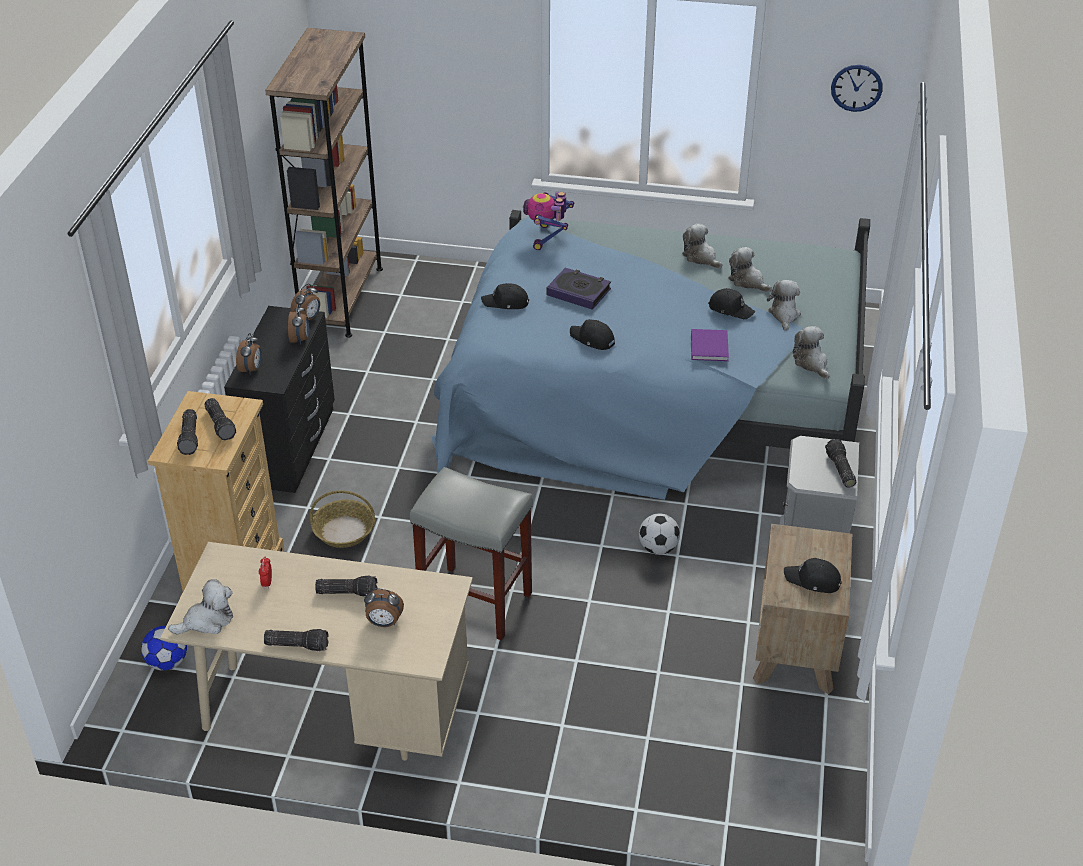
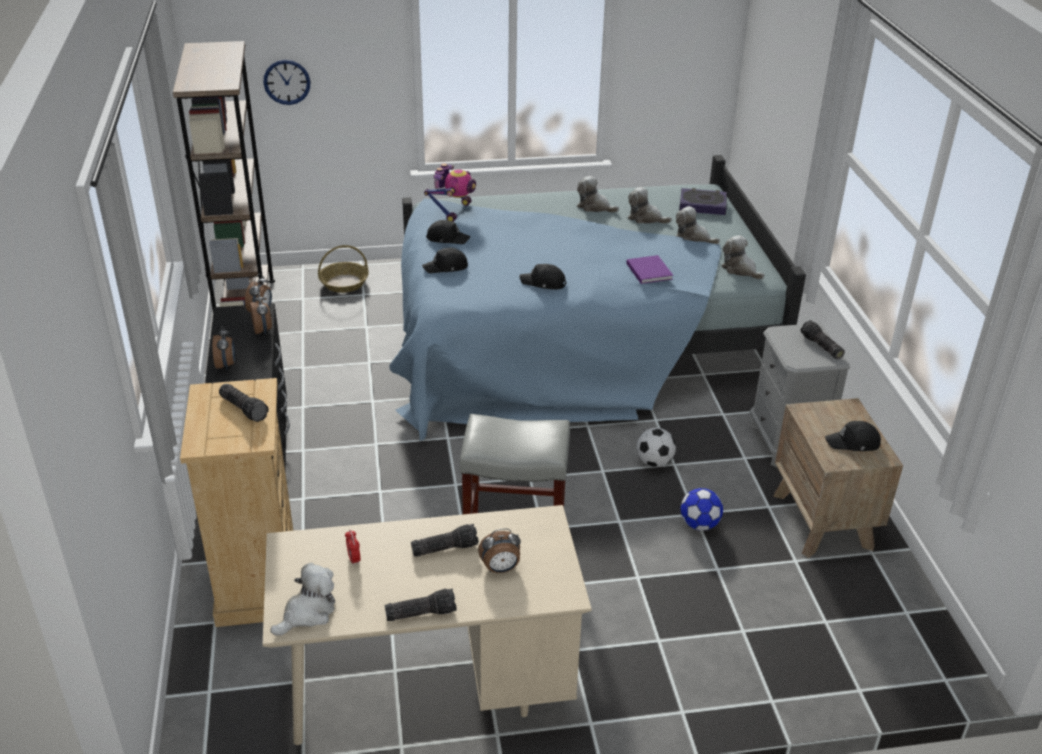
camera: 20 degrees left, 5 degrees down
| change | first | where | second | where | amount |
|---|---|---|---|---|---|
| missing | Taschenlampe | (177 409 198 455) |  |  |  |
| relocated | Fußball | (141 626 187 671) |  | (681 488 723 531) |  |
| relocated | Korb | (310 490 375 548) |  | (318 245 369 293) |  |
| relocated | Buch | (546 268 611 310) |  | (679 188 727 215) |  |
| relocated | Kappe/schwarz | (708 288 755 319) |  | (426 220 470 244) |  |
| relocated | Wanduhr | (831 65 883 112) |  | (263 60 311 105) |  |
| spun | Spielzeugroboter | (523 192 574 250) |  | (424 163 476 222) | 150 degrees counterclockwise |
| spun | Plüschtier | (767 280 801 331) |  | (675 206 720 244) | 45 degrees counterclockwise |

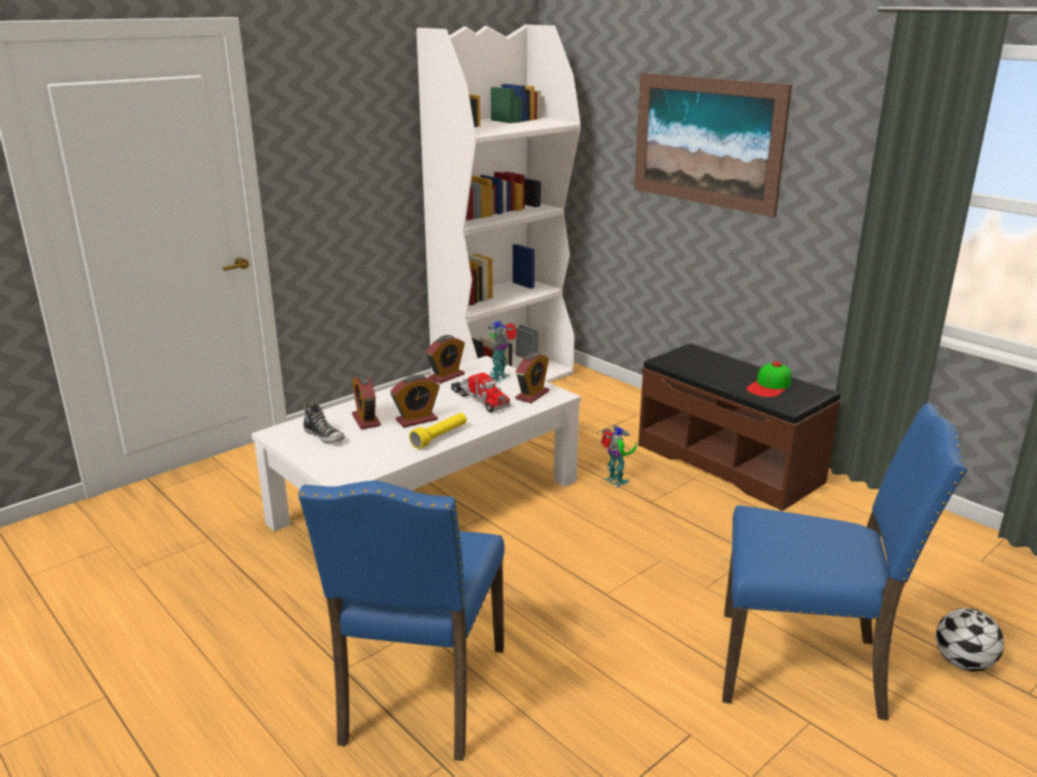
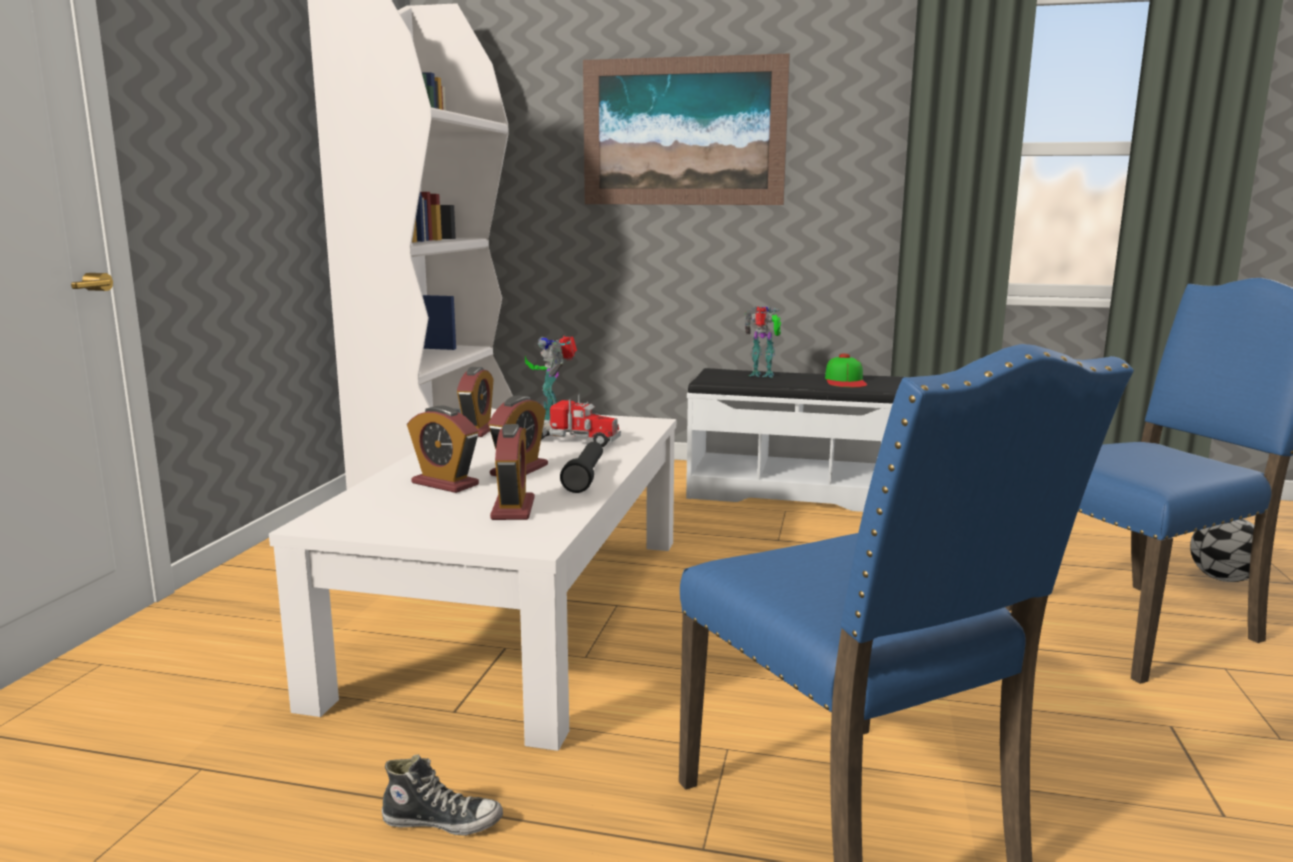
camera: 35 degrees left, 10 degrees down
| change | first | where | second | where | amount |
|---|---|---|---|---|---|
| relocated | Schuh | (303 402 345 443) |  | (382 754 503 836) |  |
| relocated | Wecker | (515 352 549 403) |  | (490 424 534 520) |  |
| relocated | Spielzeugroboter | (601 425 637 488) |  | (745 306 781 378) |  |
| colour | Taschenlampe/gelb | (409 413 467 449) | Taschenlampe/schwarz | (560 442 603 493) |  |
| colour | Bank/braun | (638 343 841 511) | Bank/weiß | (686 368 904 512) |  |

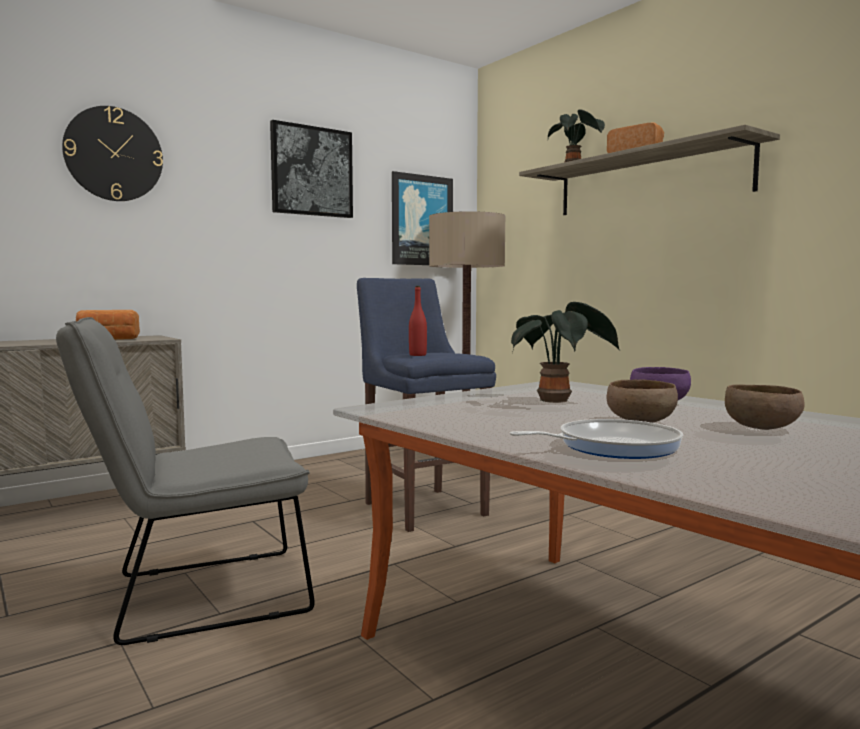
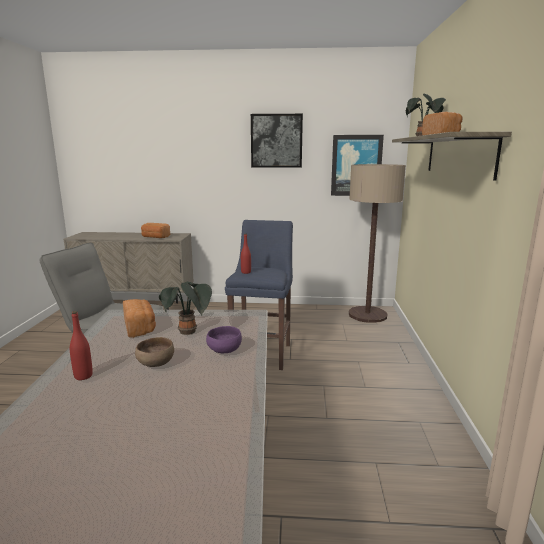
camera: 40 degrees right, 10 degrees up
| change | first | where | second | where | amount |
|---|---|---|---|---|---|
| missing | Wanduhr | (62 106 163 201) |  |  |  |
| missing | Schüssel/braun | (725 384 805 430) |  |  |  |
| appeared |  |  | Brot | (123 299 156 338) |  |
| exchanged | Pfanne | (510 419 683 459) | Flasche/rot | (70 311 93 380) |  |

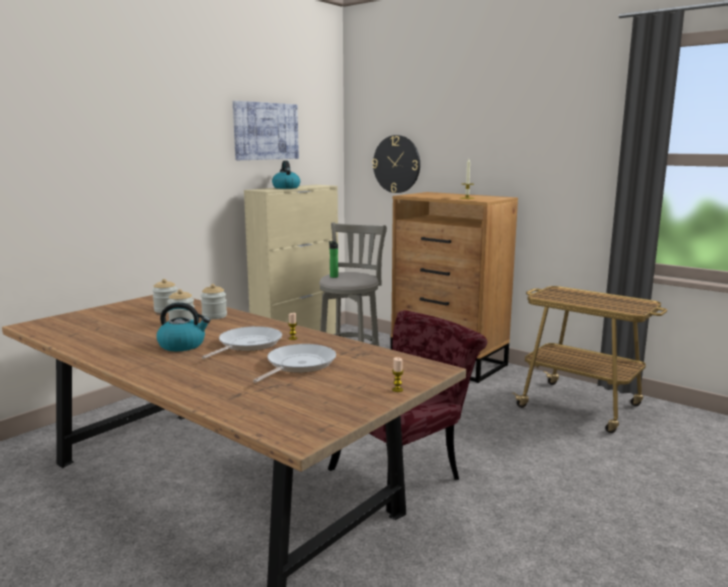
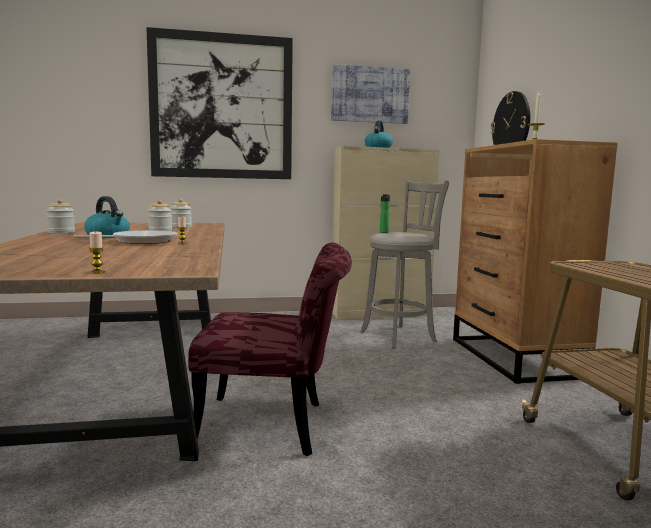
camera: 40 degrees right, 5 degrees down
| change | first | where | second | where | amount |
|---|---|---|---|---|---|
| missing | Pfanne | (253 344 336 383) |  |  |  |
| appeared |  |  | Bild | (146 27 293 179) |  |
| relocated | Vorratsglas | (201 284 227 319) |  | (46 199 75 233) |  |

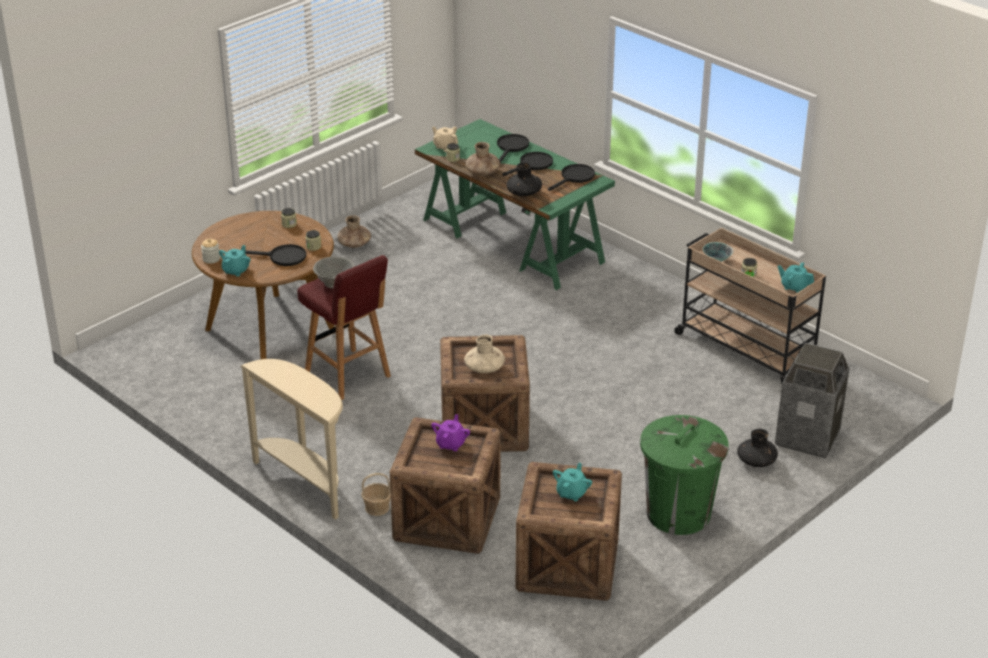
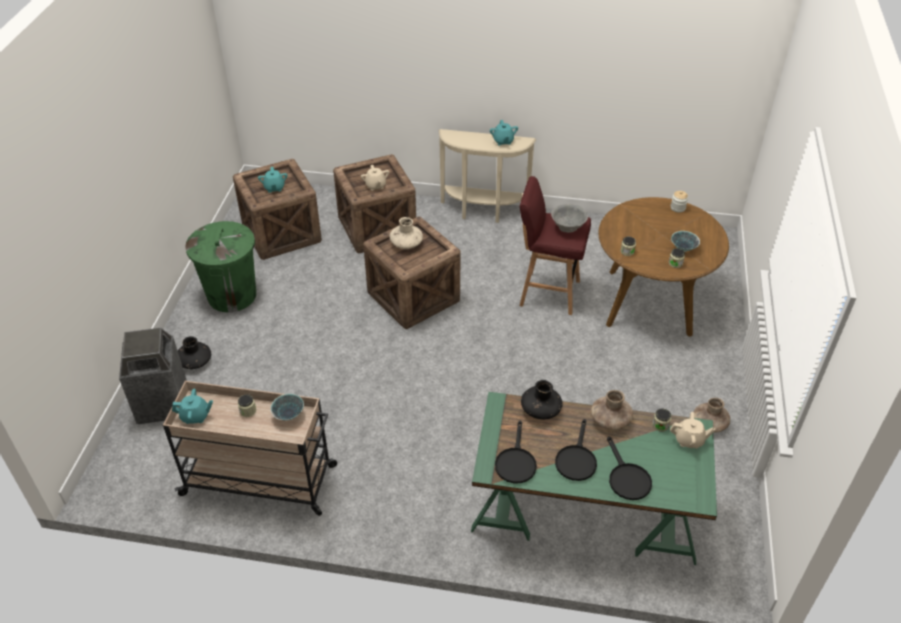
camera: 145 degrees right, 10 degrees up
| change | first | where | second | where | amount |
|---|---|---|---|---|---|
| missing | Pfanne/schwarz | (245 244 306 266) |  |  |  |
| missing | Korb | (362 473 391 516) |  |  |  |
| appeared |  |  | Schüssel | (671 231 700 252) |  |
| relocated | Teekanne/türkis | (219 245 250 277) |  | (490 120 518 145) |  |
| colour | Teekanne/lila | (431 414 470 451) | Teekanne/beige | (361 165 389 191) |  |

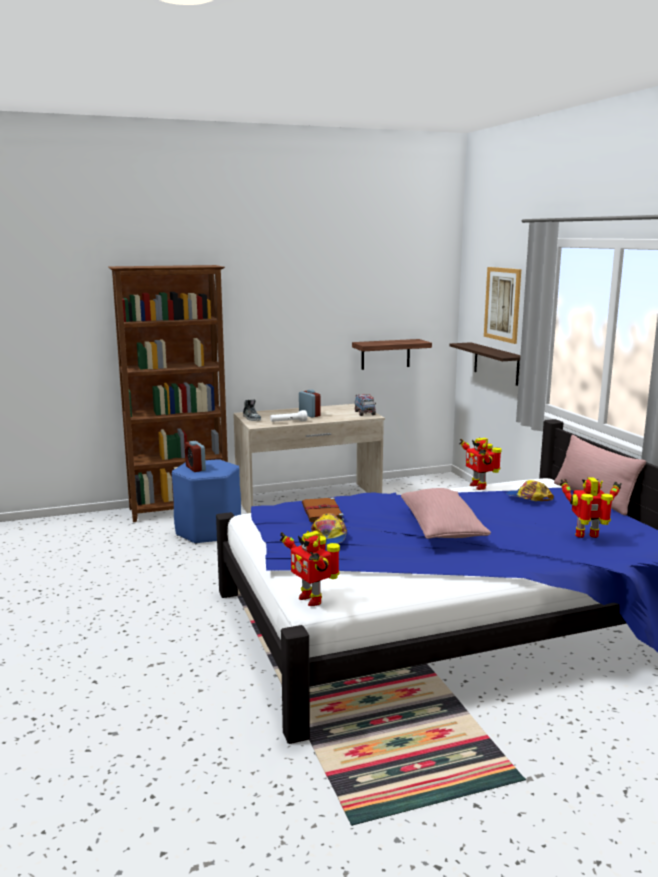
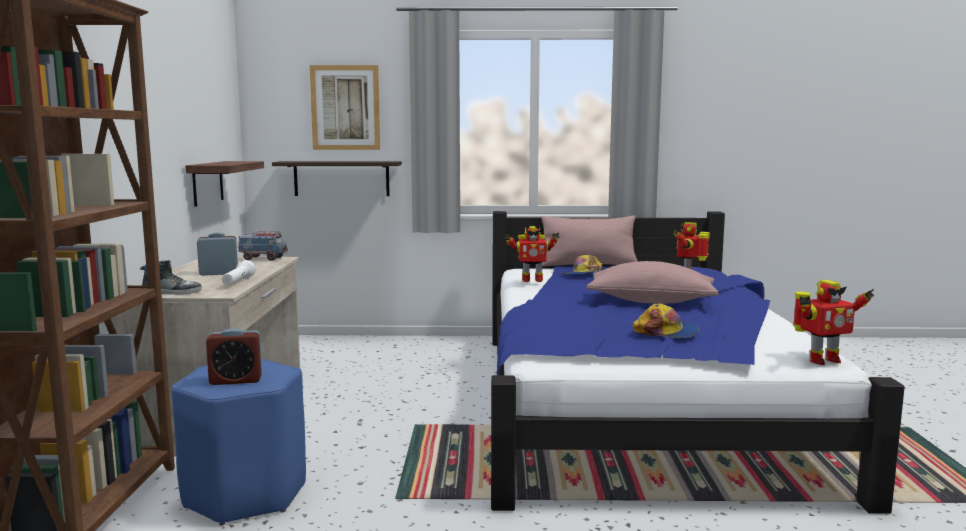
camera: 70 degrees left, 5 degrees down
| change | first | where | second | where | amount |
|---|---|---|---|---|---|
| missing | Buch/braun | (302 497 344 523) |  |  |  |

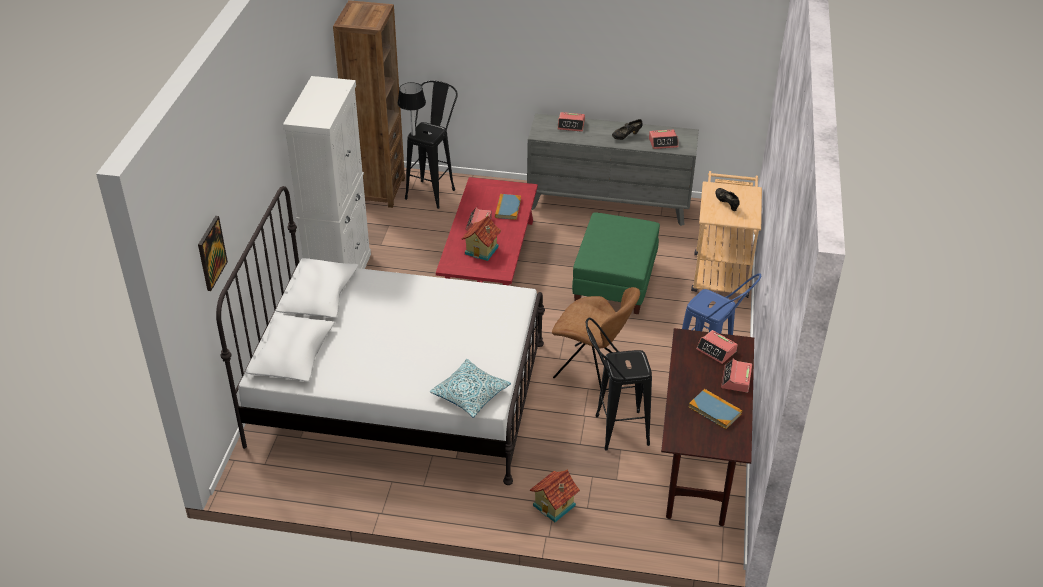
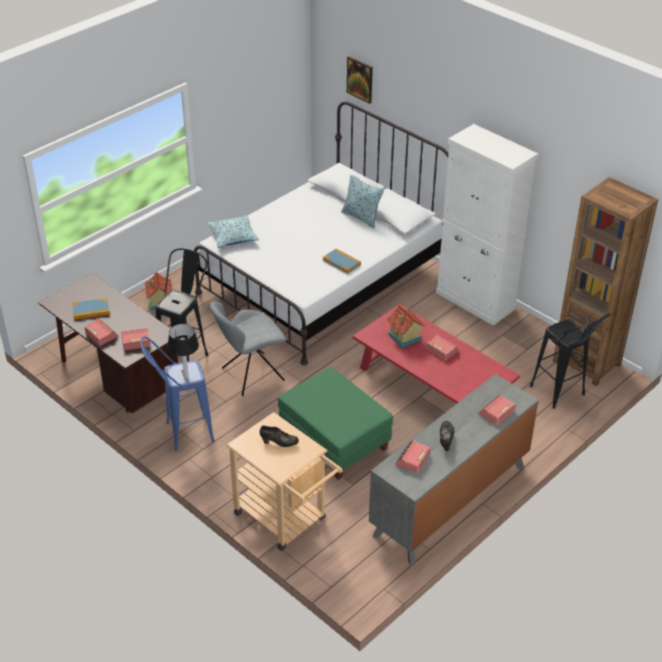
camera: 125 degrees right, 0 degrees up
| change | first | where | second | where | amount |
|---|---|---|---|---|---|
| appeared |  |  | Kissen | (341 175 384 228) |  |
| relocated | Tischlampe | (397 82 426 136) |  | (167 324 199 378) |  |
| relocated | Buch | (495 194 521 220) |  | (323 248 361 274) |  |
| colour | Stuhl/braun | (552 287 640 389) | Stuhl/grau | (210 301 286 396) |  |

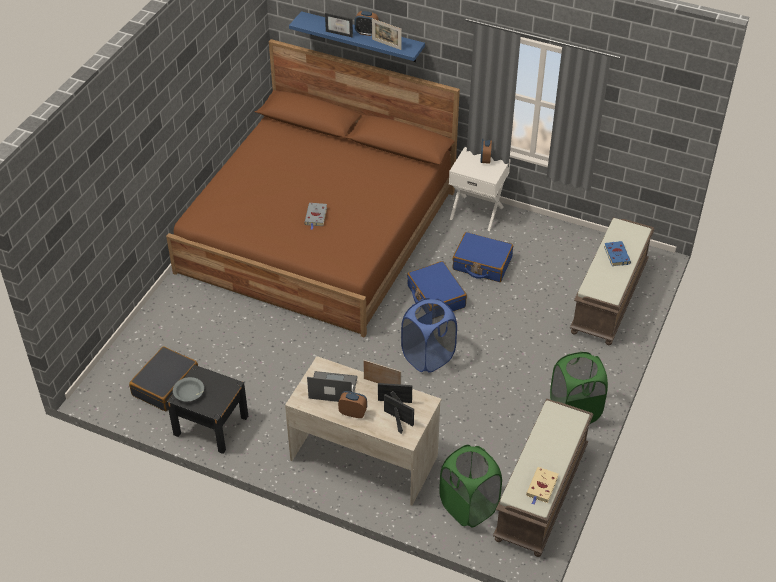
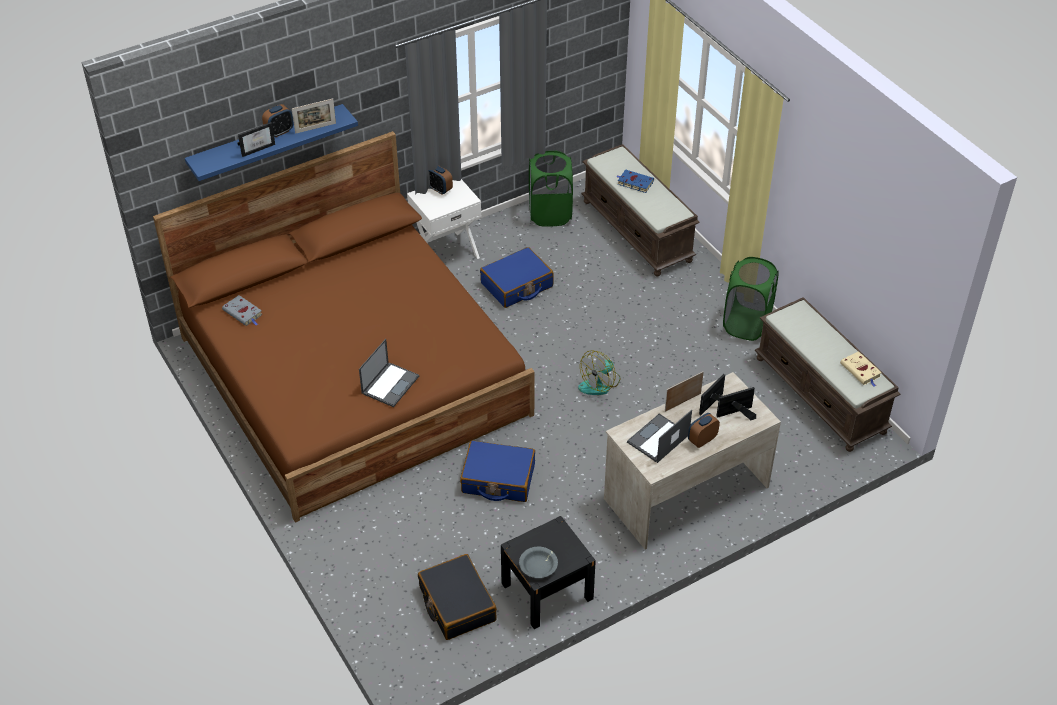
camera: 55 degrees left, 0 degrees up
| change | first | where | second | where | amount |
|---|---|---|---|---|---|
| appeared |  |  | Laptop | (359 339 419 407) |  |
| relocated | Buch/grau | (304 203 327 230) |  | (222 295 263 326) |  |
| relocated | Koffer/blau | (407 261 467 311) |  | (460 440 535 502) |  |
| relocated | Wäschekorb/grün | (439 445 502 527) |  | (529 150 573 227) |  |
| exchanged | Wäschekorb/blau | (401 298 457 373) | Ventilator | (578 350 620 395) |  |

